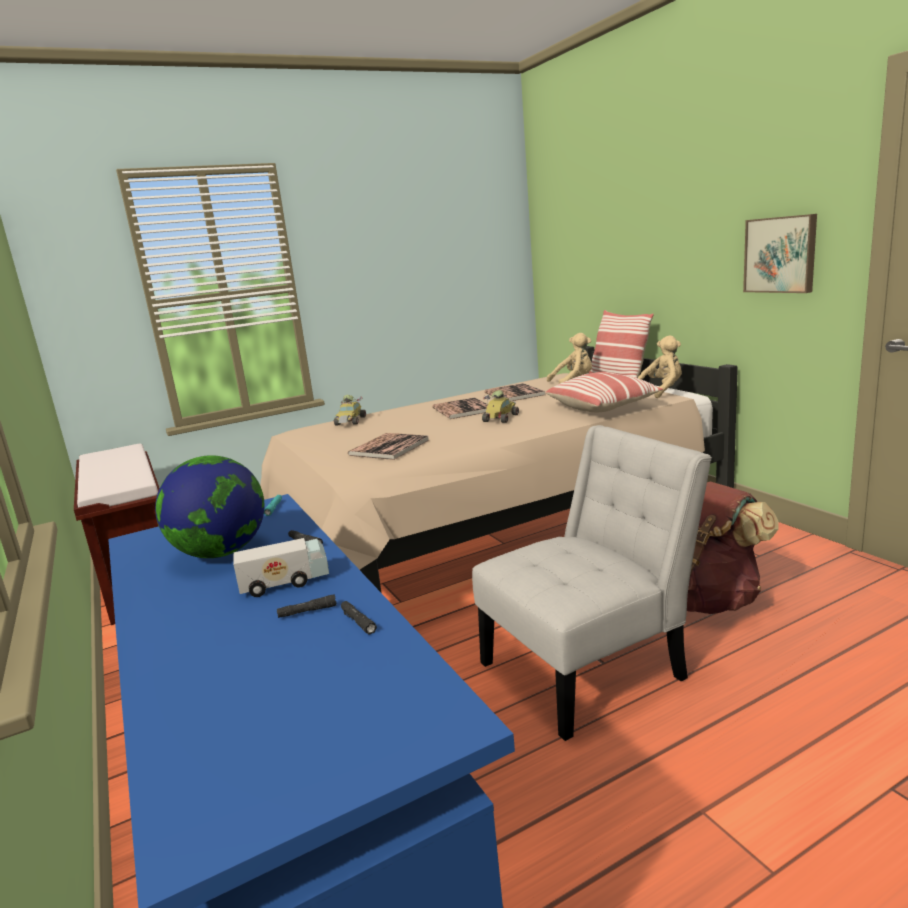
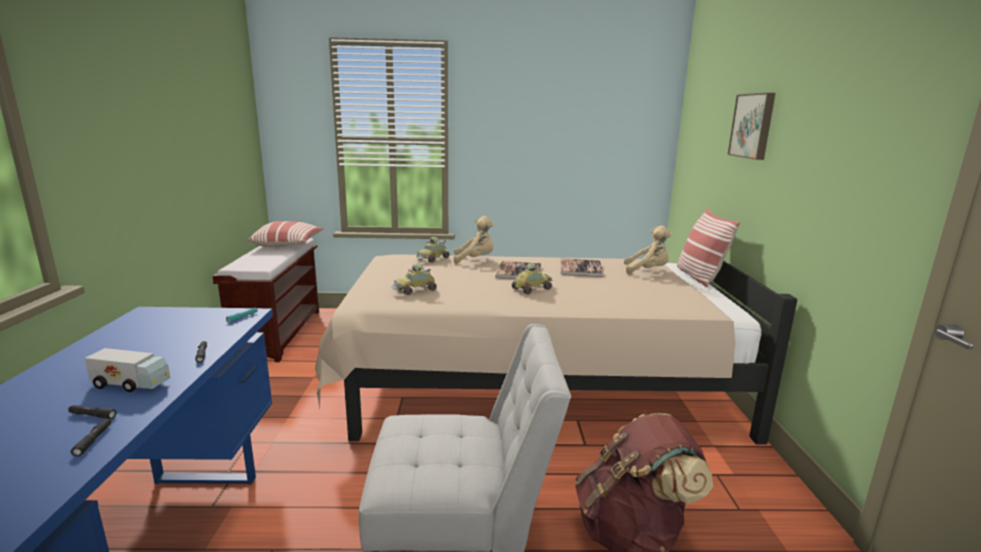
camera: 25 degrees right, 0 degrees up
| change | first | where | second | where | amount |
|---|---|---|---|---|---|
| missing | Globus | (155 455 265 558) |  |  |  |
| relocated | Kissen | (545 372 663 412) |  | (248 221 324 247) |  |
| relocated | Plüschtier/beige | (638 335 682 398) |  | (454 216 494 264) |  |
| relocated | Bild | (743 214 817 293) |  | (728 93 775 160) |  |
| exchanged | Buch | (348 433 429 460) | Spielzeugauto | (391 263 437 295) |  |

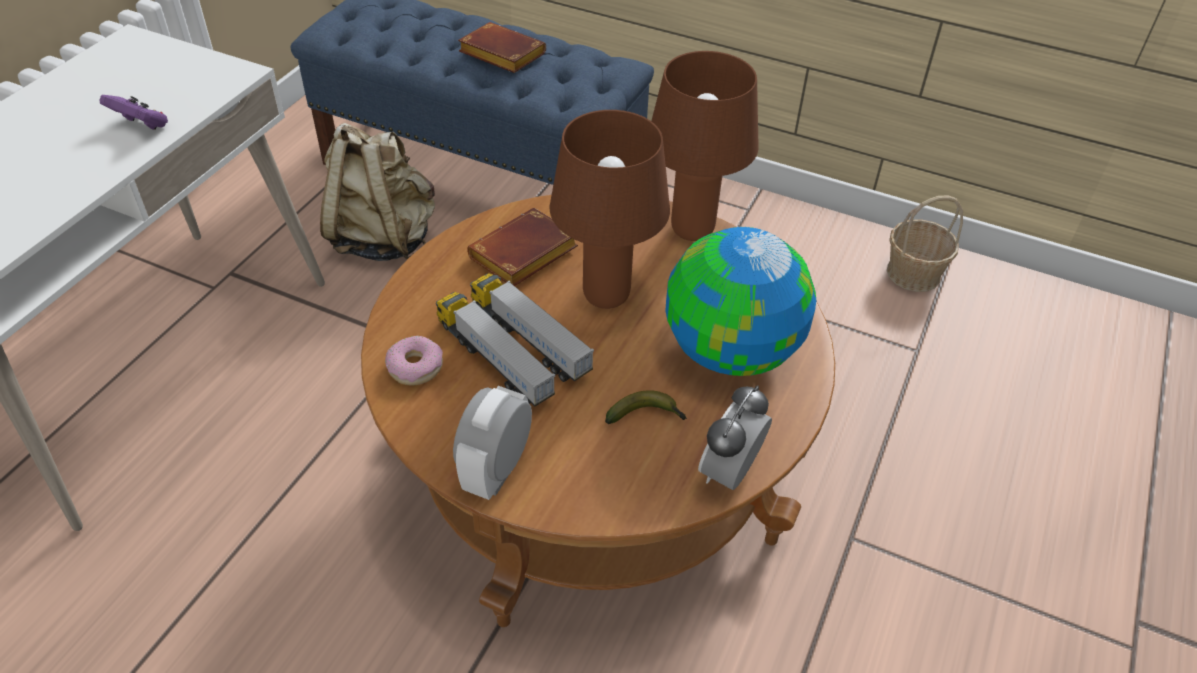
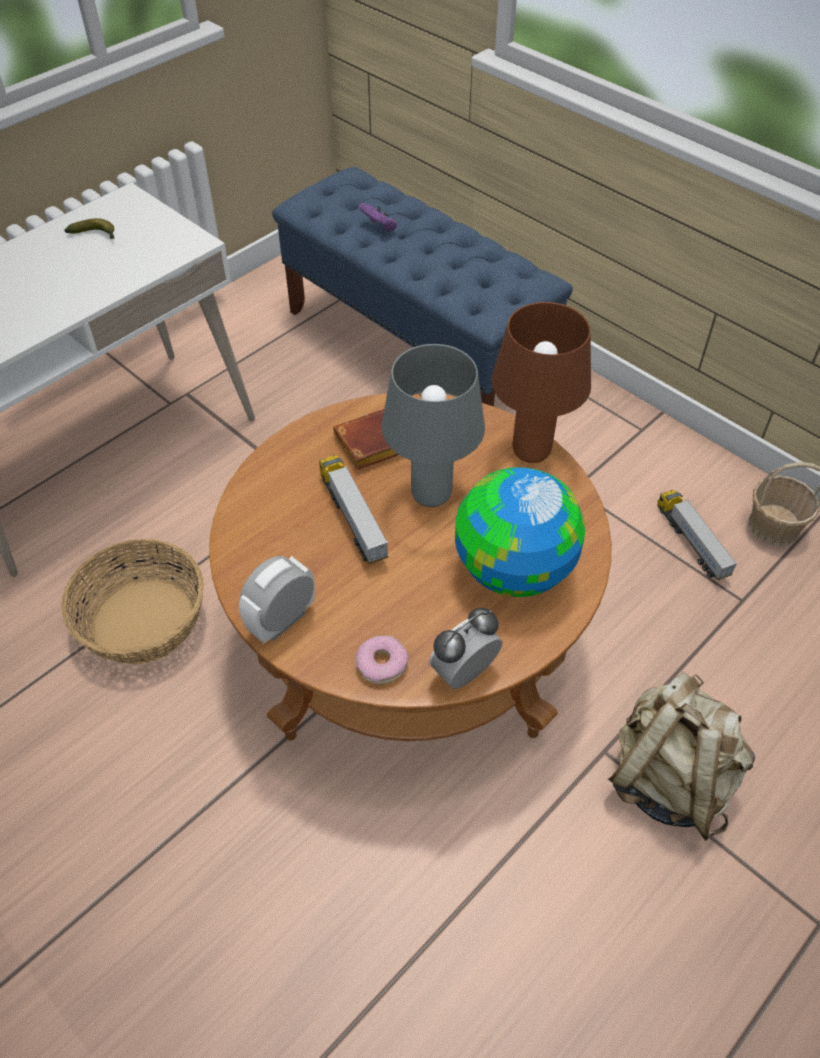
camera: 20 degrees right, 5 degrees up
| change | first | where | second | where | amount |
|---|---|---|---|---|---|
| missing | Buch/braun | (458 22 546 73) |  |  |  |
| appeared |  |  | Korb | (61 539 204 664) |  |
| relocated | Gamepad/lila | (99 95 168 130) |  | (359 203 397 231) |  |
| relocated | Rucksack/beige | (320 123 435 261) |  | (608 671 755 841) |  |
| relocated | Donut | (385 336 443 386) |  | (356 635 409 685) |  |
| relocated | Spielzeuglaster | (436 292 555 406) |  | (657 490 737 580) |  |
| relocated | Banane | (605 390 687 424) |  | (64 218 114 239) |  |
| colour | Tischlampe/braun | (550 110 670 309) | Tischlampe/grau | (381 344 485 507) |  |

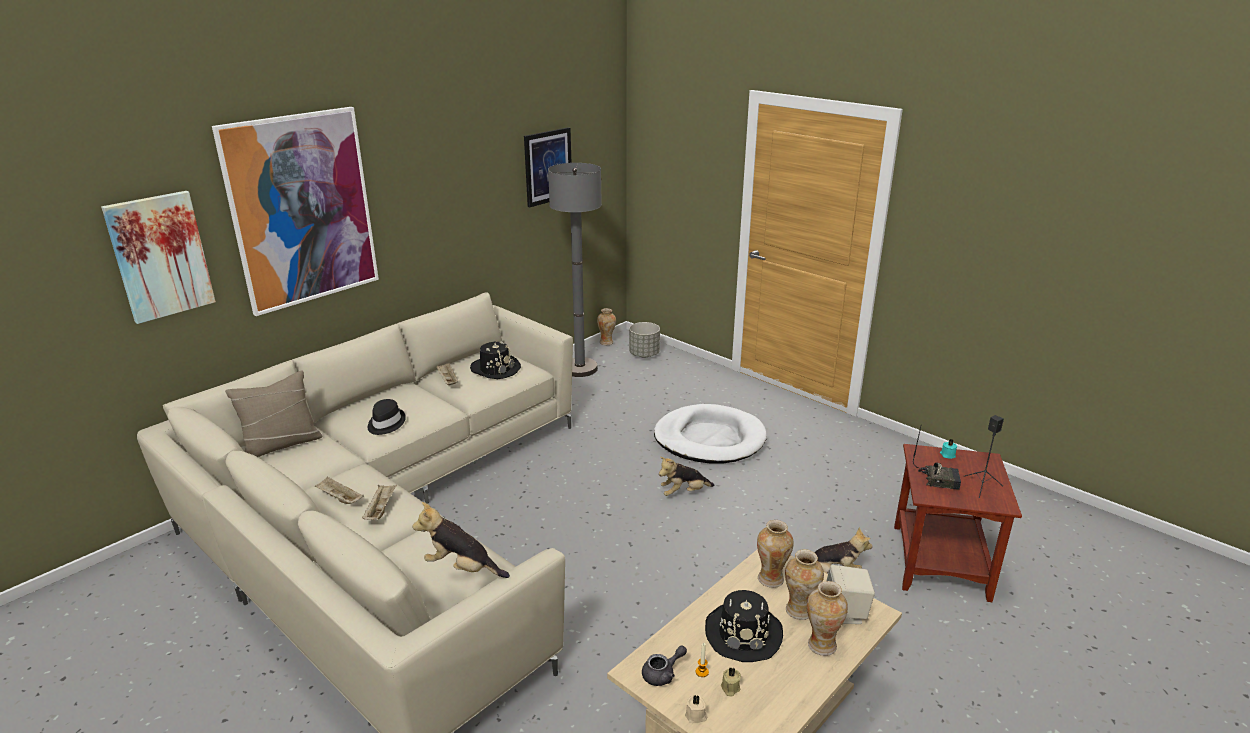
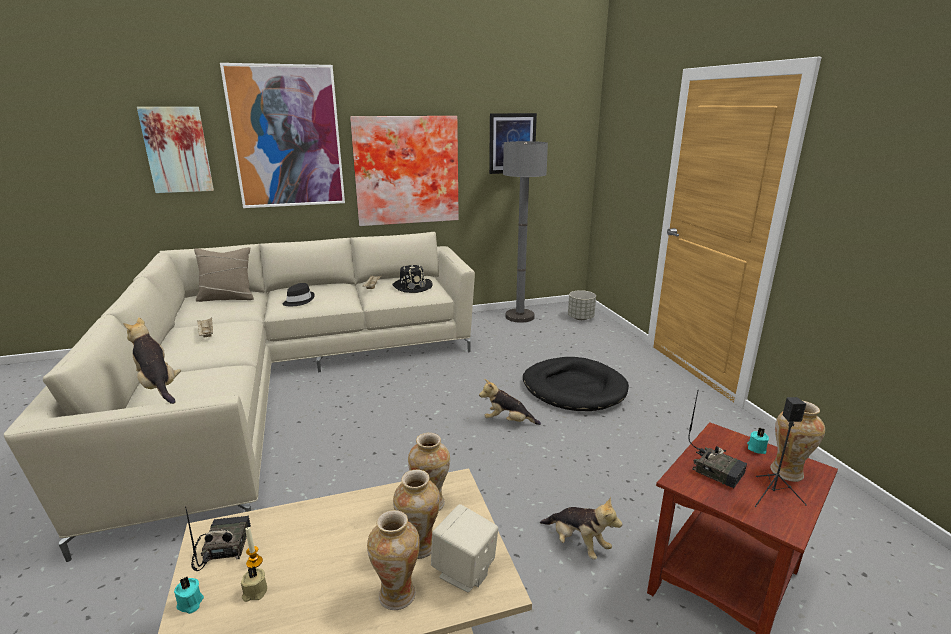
camera: 30 degrees right, 5 degrees down
| change | first | where | second | where | amount |
|---|---|---|---|---|---|
| missing | Tablett/beige | (362 485 397 520) |  |  |  |
| missing | Hut/schwarz | (705 590 783 662) |  |  |  |
| appeared |  |  | Bild | (350 116 459 226) |  |
| relocated | Vase | (597 308 616 345) |  | (770 401 825 482) |  |
| exchanged | Teekanne/grau | (642 645 687 686) | Radio | (185 506 251 571) |  |
| colour | Hundebett/weiß | (654 404 767 464) | Hundebett/schwarz | (523 357 629 411) |  |
| colour | Kerze/beige | (685 695 707 724) | Kerze/türkis | (174 577 204 614) |  |

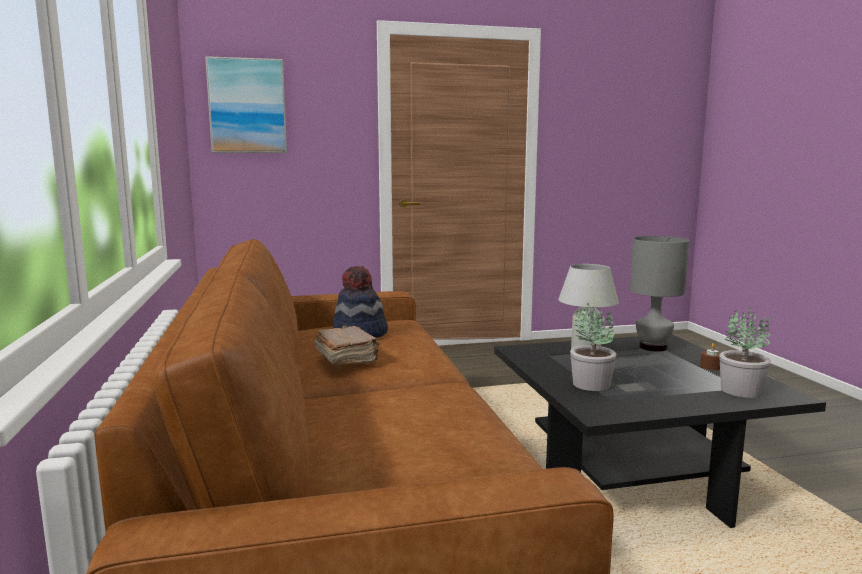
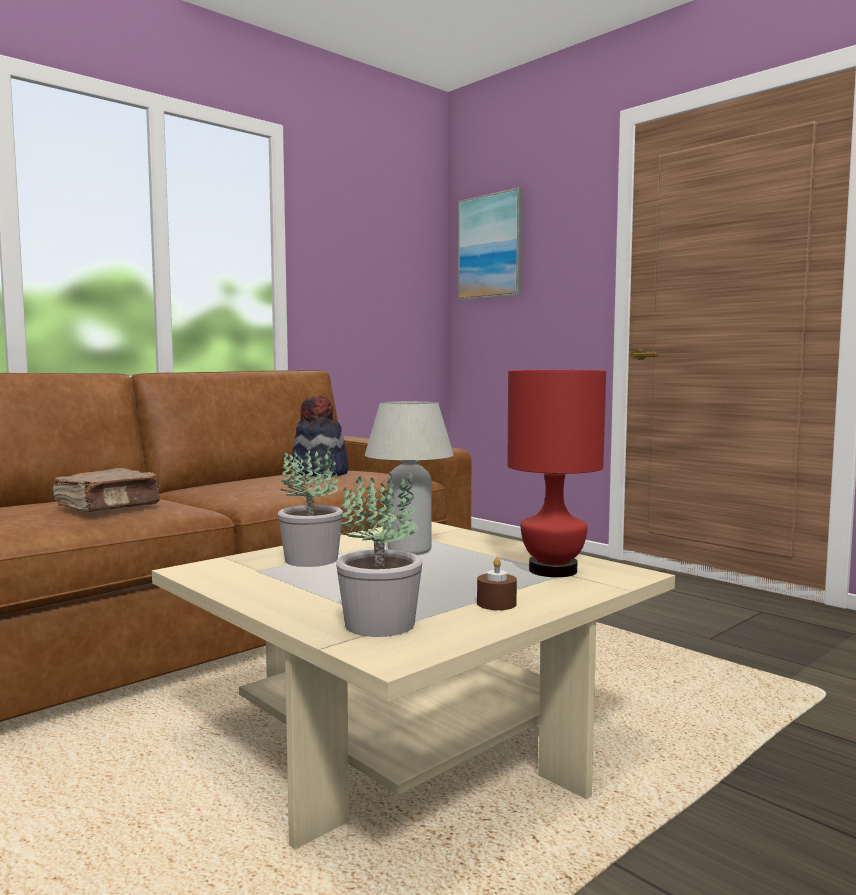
camera: 60 degrees right, 5 degrees down
| change | first | where | second | where | amount |
|---|---|---|---|---|---|
| relocated | Buch/braun | (314 326 380 366) |  | (53 468 160 512) |  |
| colour | Couchtisch/schwarz | (494 334 826 528) | Couchtisch/beige | (152 522 675 850) |  |
| colour | Tischlampe/grau | (630 236 689 352) | Tischlampe/rot | (507 370 606 577) |  |

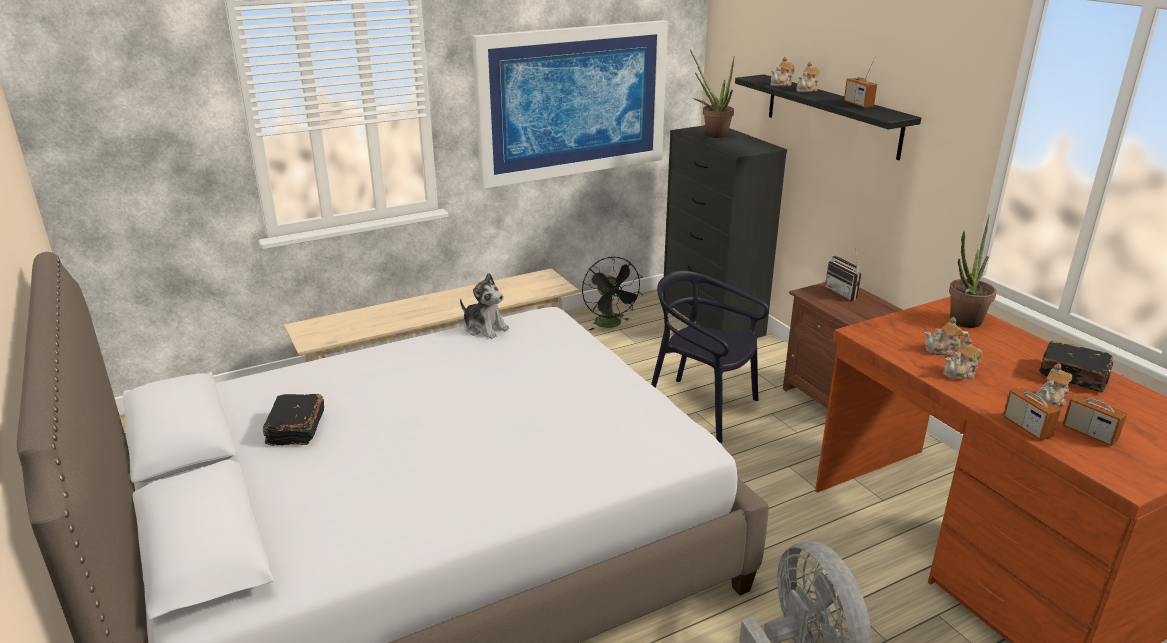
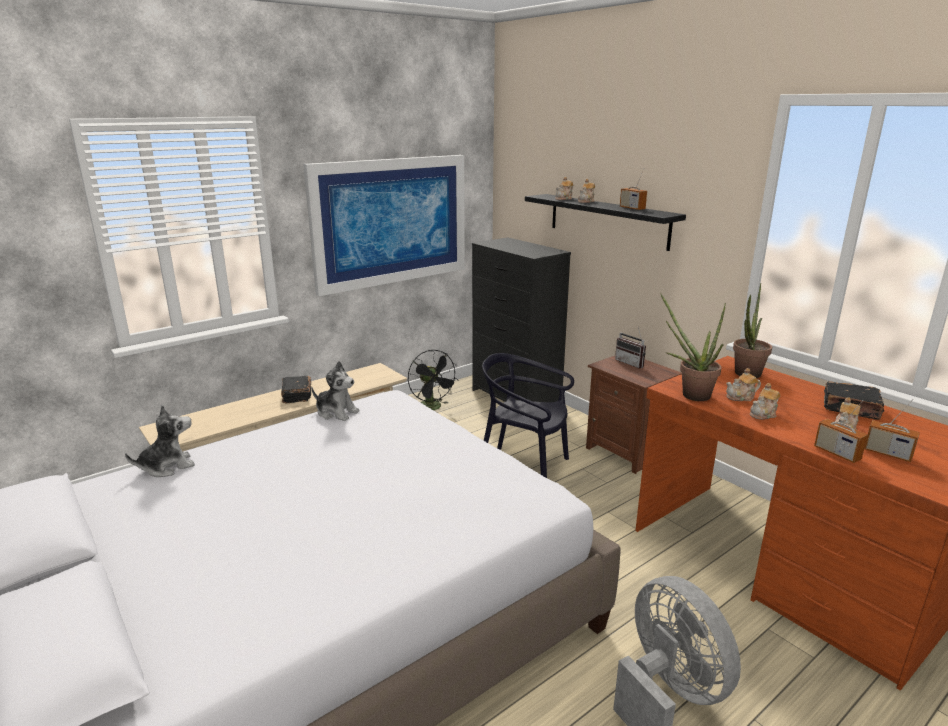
camera: 10 degrees left, 5 degrees down
| change | first | where | second | where | amount |
|---|---|---|---|---|---|
| appeared |  |  | Plüschtier | (125 405 195 477) |  |
| relocated | Buch/schwarz | (263 394 324 446) |  | (281 376 311 403) |  |
| relocated | Topfpflanze | (690 49 735 138) |  | (660 293 726 401) |  |

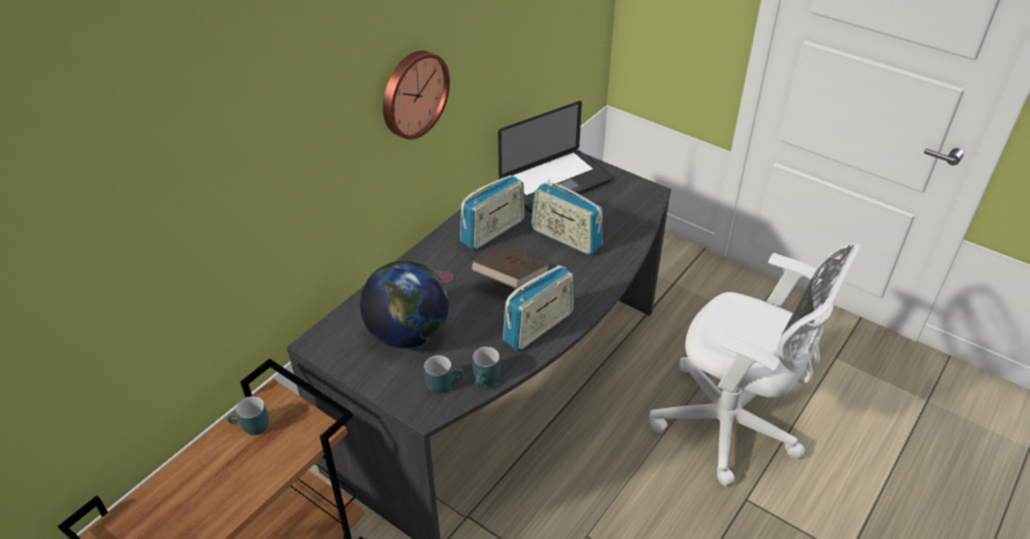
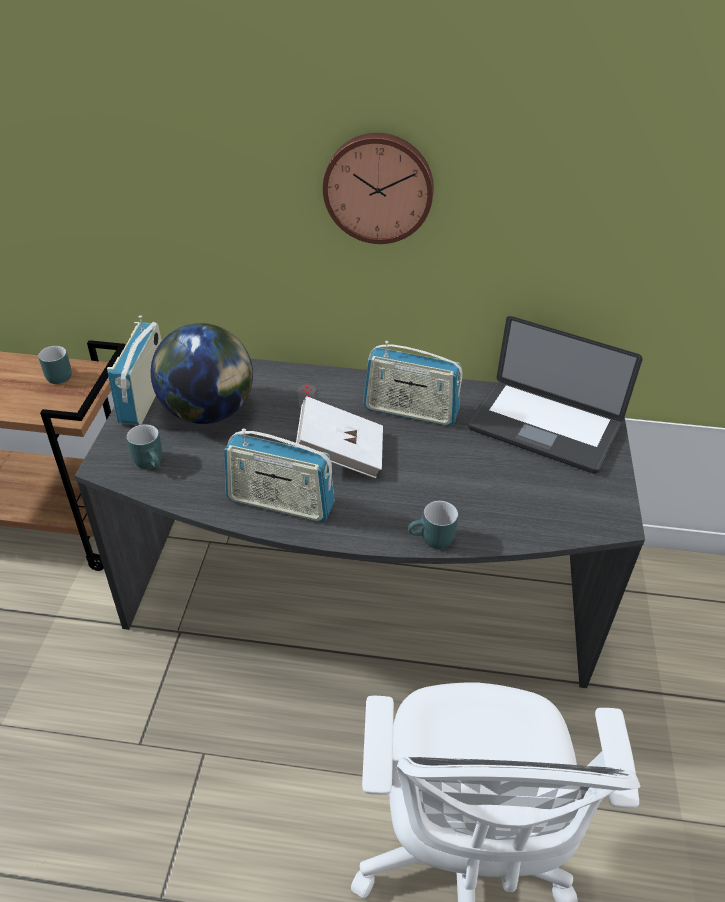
camera: 60 degrees right, 0 degrees up
| change | first | where | second | where | amount |
|---|---|---|---|---|---|
| relocated | Henkelbecher/türkis | (473 347 500 387) |  | (408 501 458 549) |  |
| relocated | Radio | (531 180 603 255) |  | (107 315 162 425) |  |
| colour | Buch/braun | (471 247 550 289) | Buch/weiß | (296 396 383 478) |  |

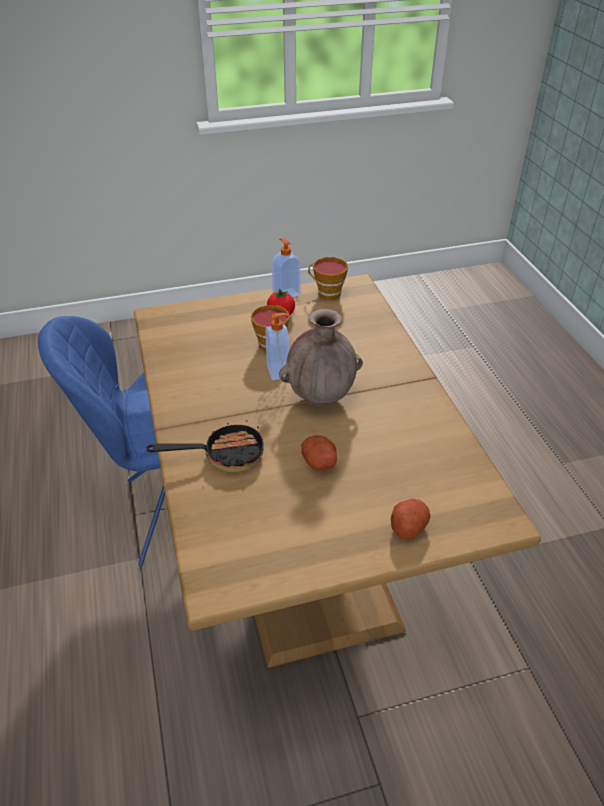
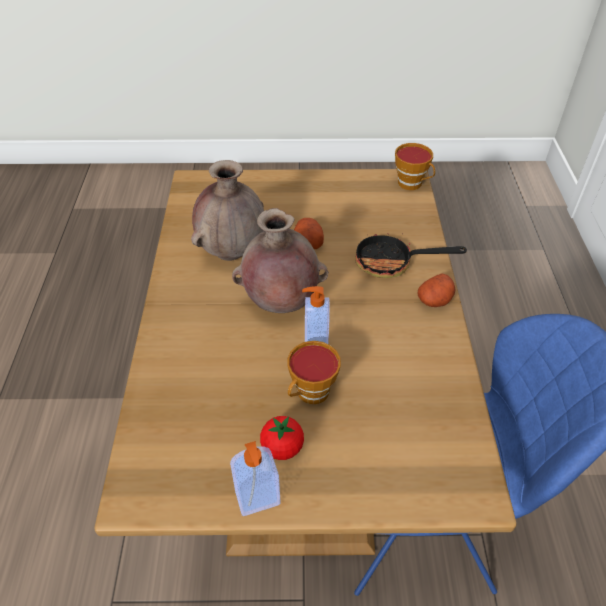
camera: 165 degrees left, 5 degrees up
| change | first | where | second | where | amount |
|---|---|---|---|---|---|
| appeared |  |  | Vase/braun | (191 160 264 261) |  |
| relocated | Tasse | (308 257 348 300) |  | (395 143 435 190) |  |
| relocated | Kartoffel | (391 499 430 540) |  | (417 273 455 307) |  |

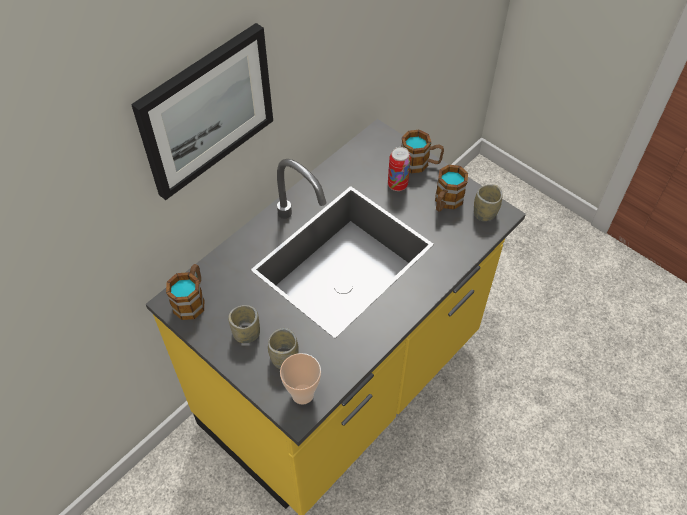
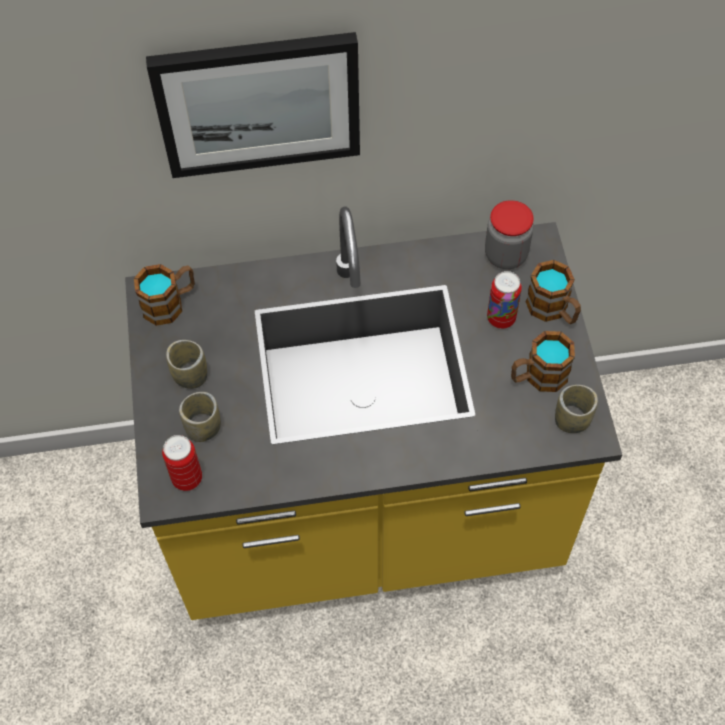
camera: 40 degrees right, 5 degrees up
| change | first | where | second | where | amount |
|---|---|---|---|---|---|
| appeared |  |  | Vorratsglas | (485 200 534 269) |  |
| exchanged | Tasse | (280 353 321 405) | Dose | (162 435 202 491) |  |

